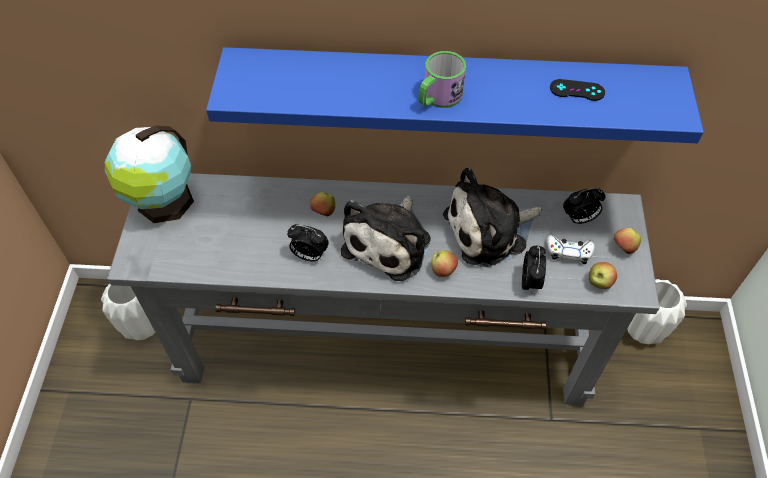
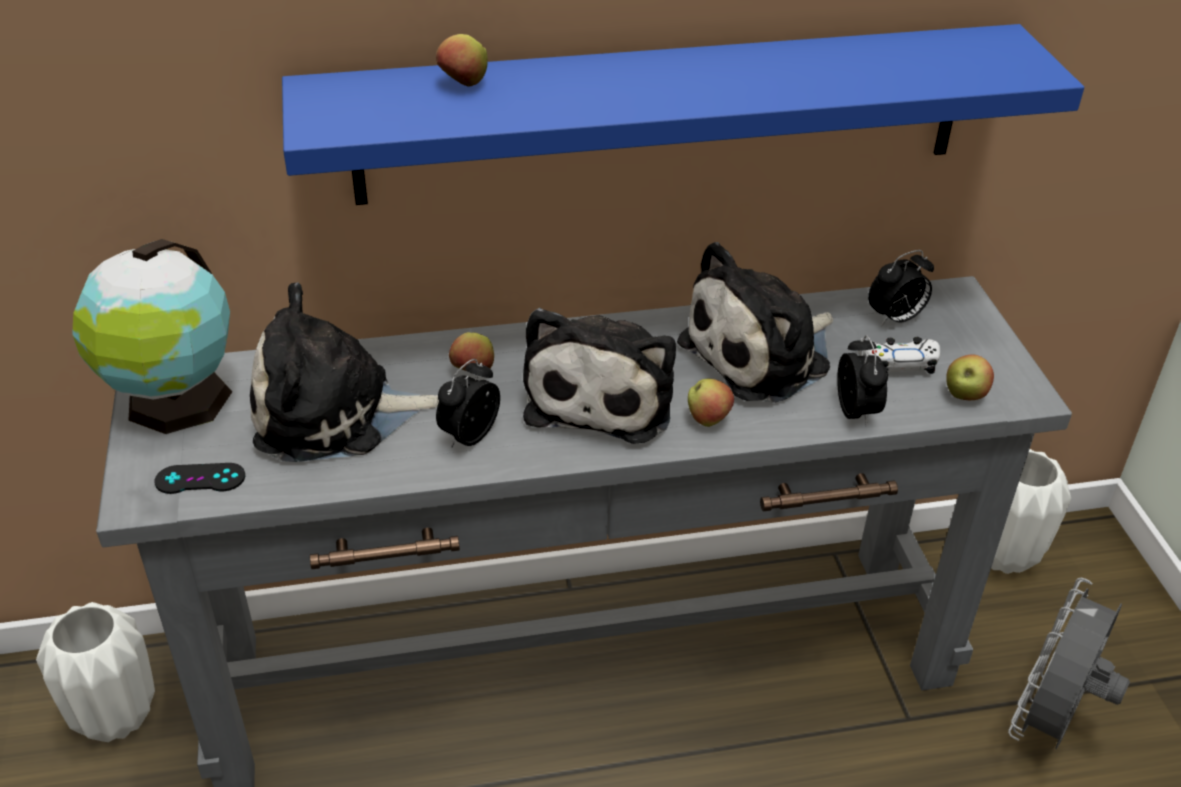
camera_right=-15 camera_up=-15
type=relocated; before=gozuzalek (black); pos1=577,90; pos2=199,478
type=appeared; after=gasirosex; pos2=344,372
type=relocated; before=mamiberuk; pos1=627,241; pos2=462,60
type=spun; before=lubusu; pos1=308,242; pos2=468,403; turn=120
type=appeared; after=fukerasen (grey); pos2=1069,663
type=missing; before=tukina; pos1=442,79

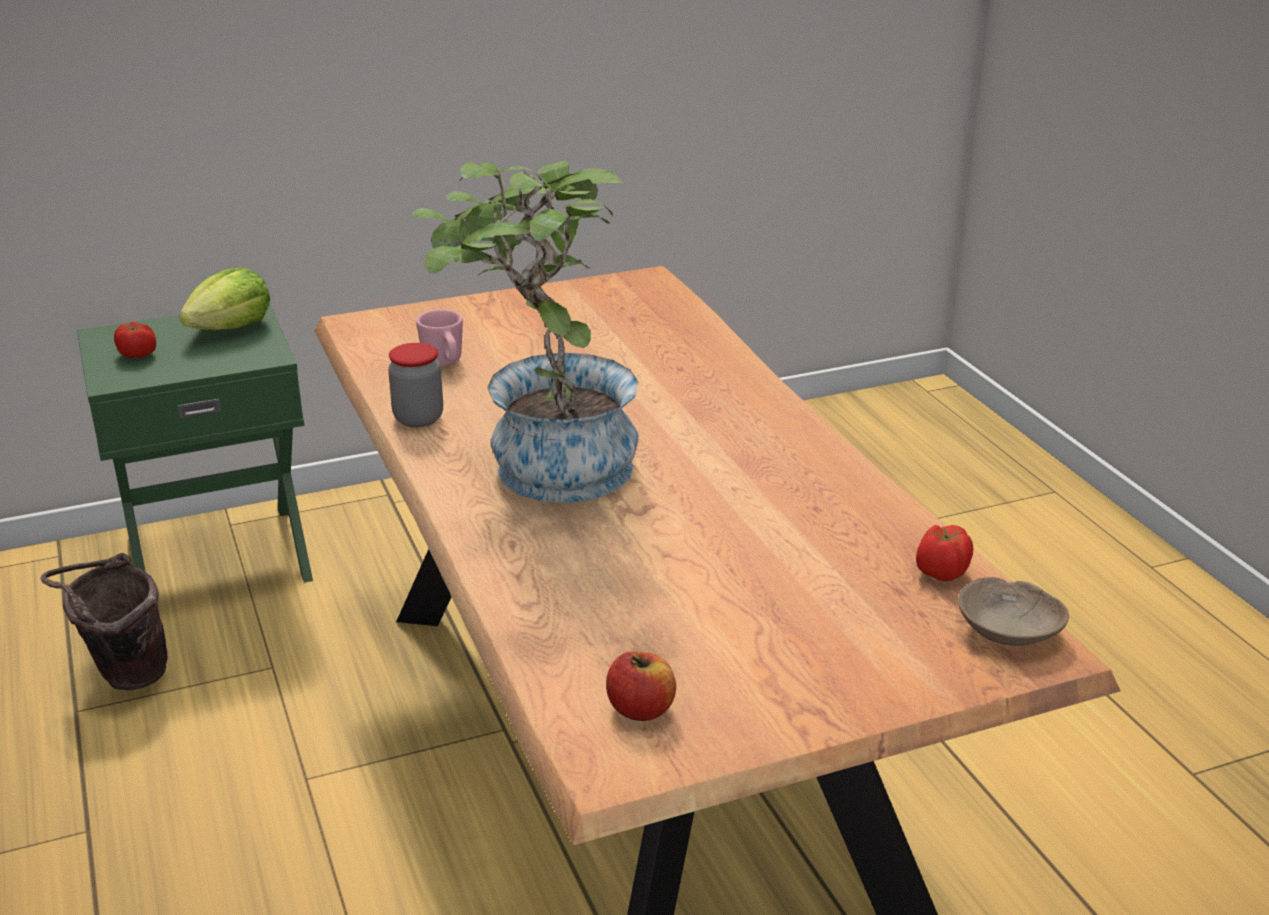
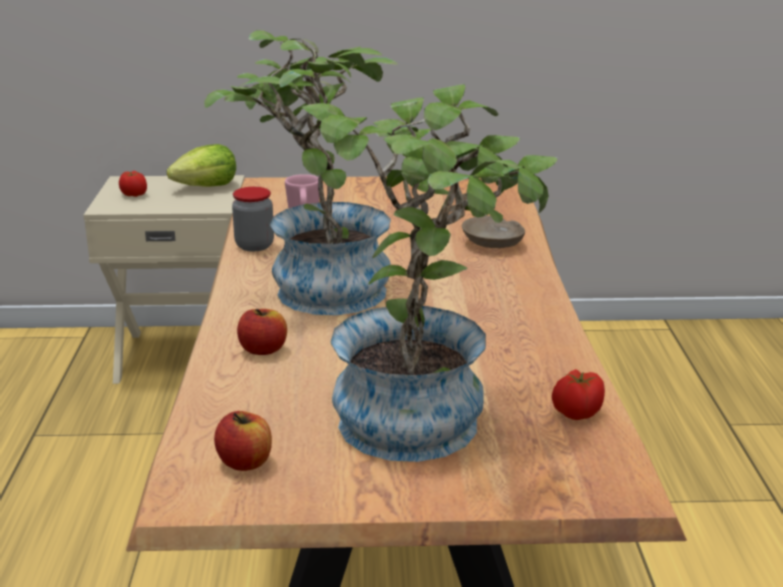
camera_right=20 camera_up=-5
type=colour; before=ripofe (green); after=ripofe (beige); pos1=195,443; pos2=164,279
type=appeared; after=mamiberuk; pos2=262,332
type=appeared; after=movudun; pos2=430,273
type=relocated; before=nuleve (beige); pos1=1013,611; pos2=493,232
type=missing; before=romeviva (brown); pos1=104,622

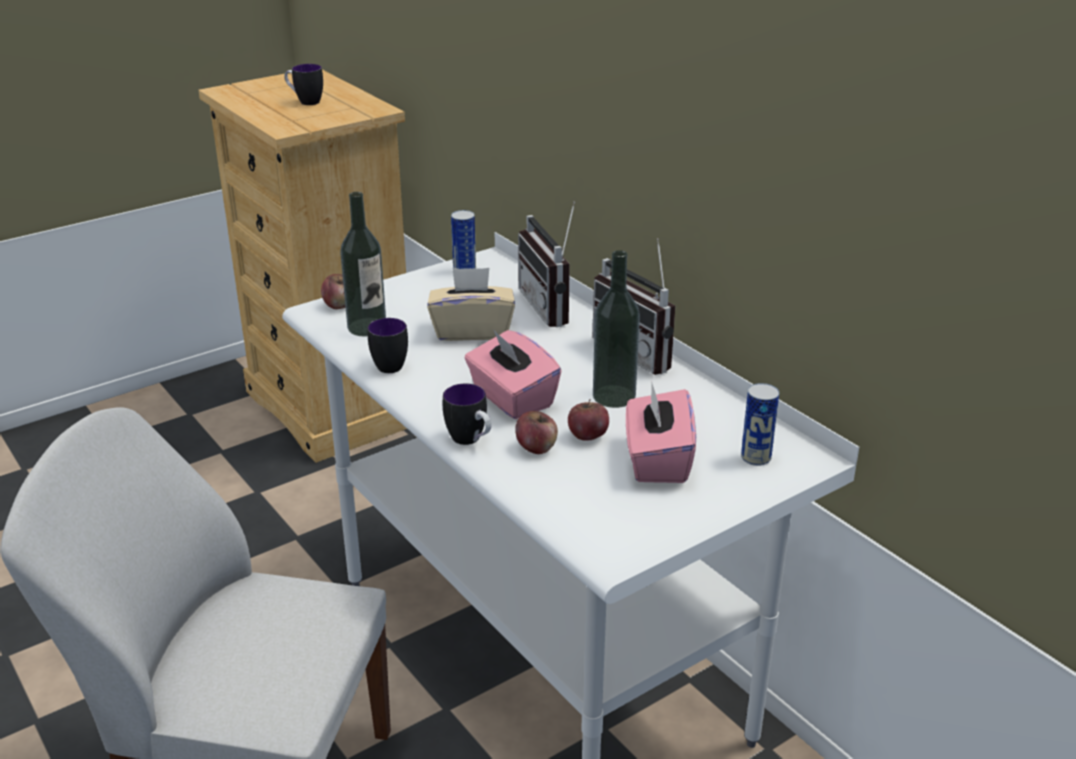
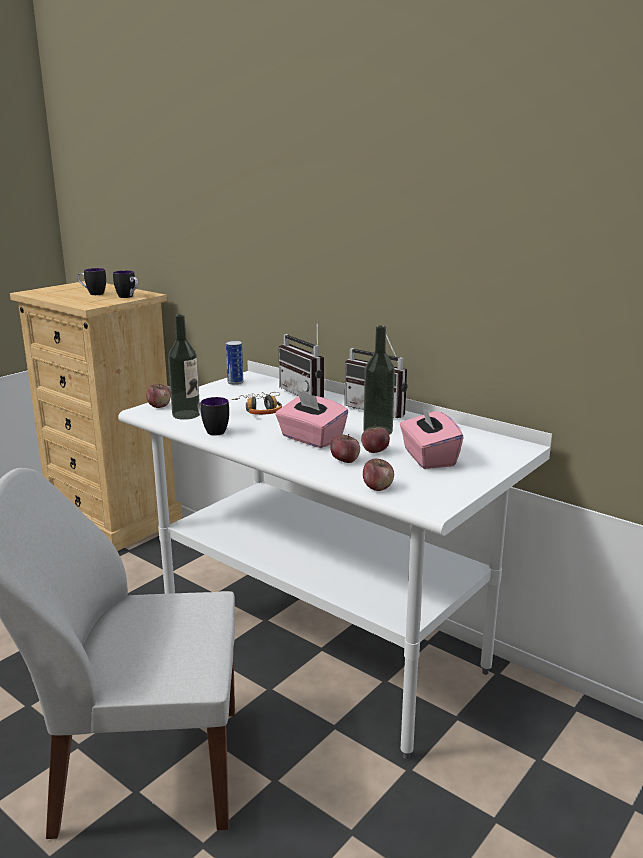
camera_right=-15 camera_up=-10
type=relocated; before=tukina; pos1=467,414; pos2=125,284
type=exchanged; before=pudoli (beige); after=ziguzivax; pos1=471,304; pos2=257,403
type=appeared; after=mamiberuk; pos2=378,475
type=missing; before=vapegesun; pos1=760,424

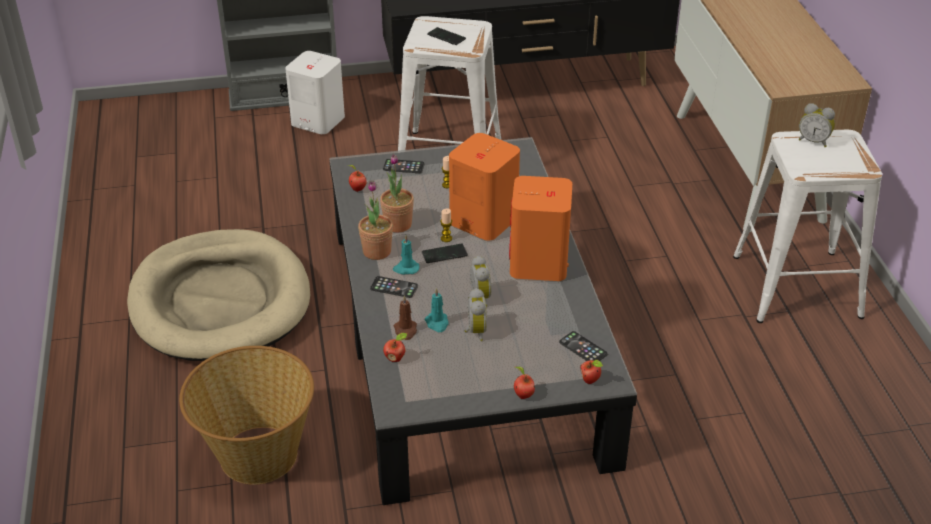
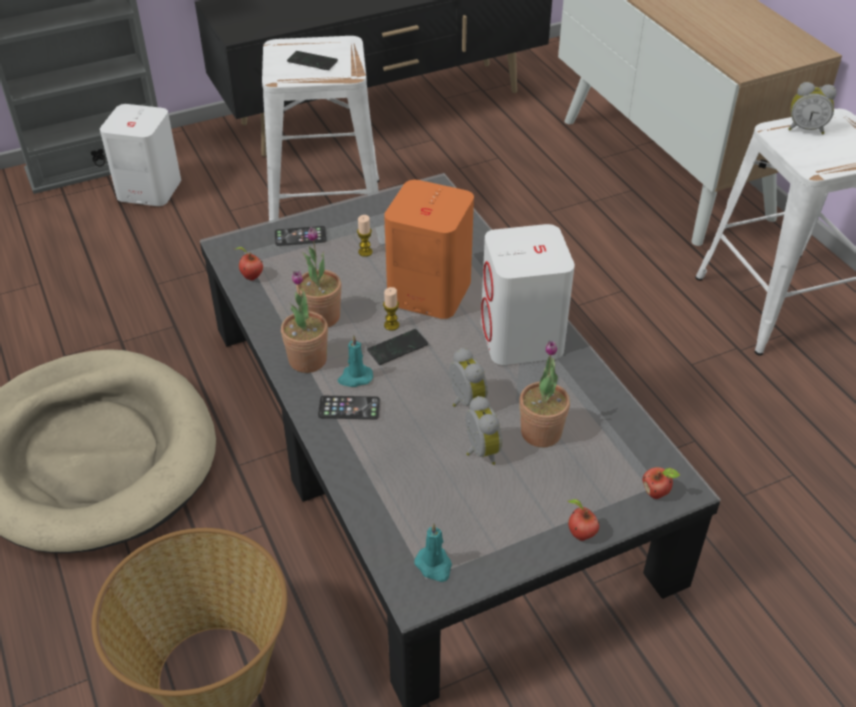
camera_right=-15 camera_up=5
type=relocated; before=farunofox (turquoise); pos1=437,310; pos2=433,552
type=colour; before=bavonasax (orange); after=bavonasax (white); pos1=540,228; pos2=528,294
type=appeared; after=movudun; pos2=544,394
type=missing; before=mamiberuk; pos1=395,347
type=missing; before=farunofox (brown); pos1=405,317
type=missing; before=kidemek; pos1=583,346

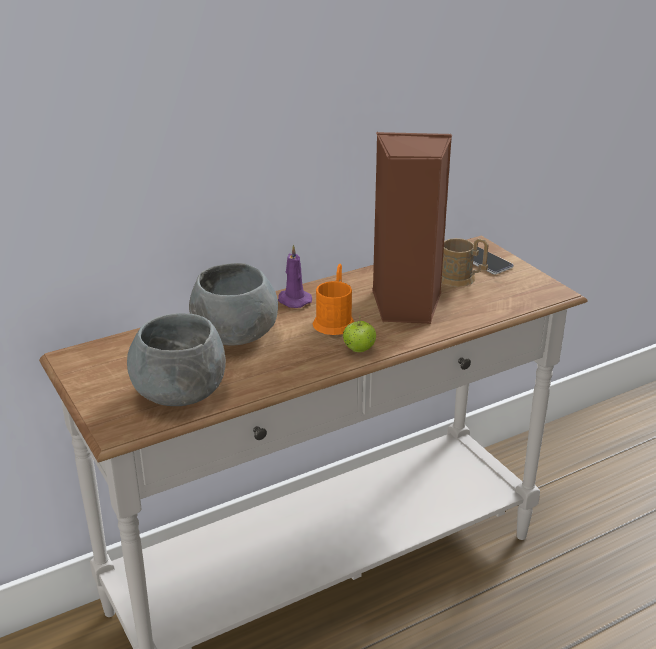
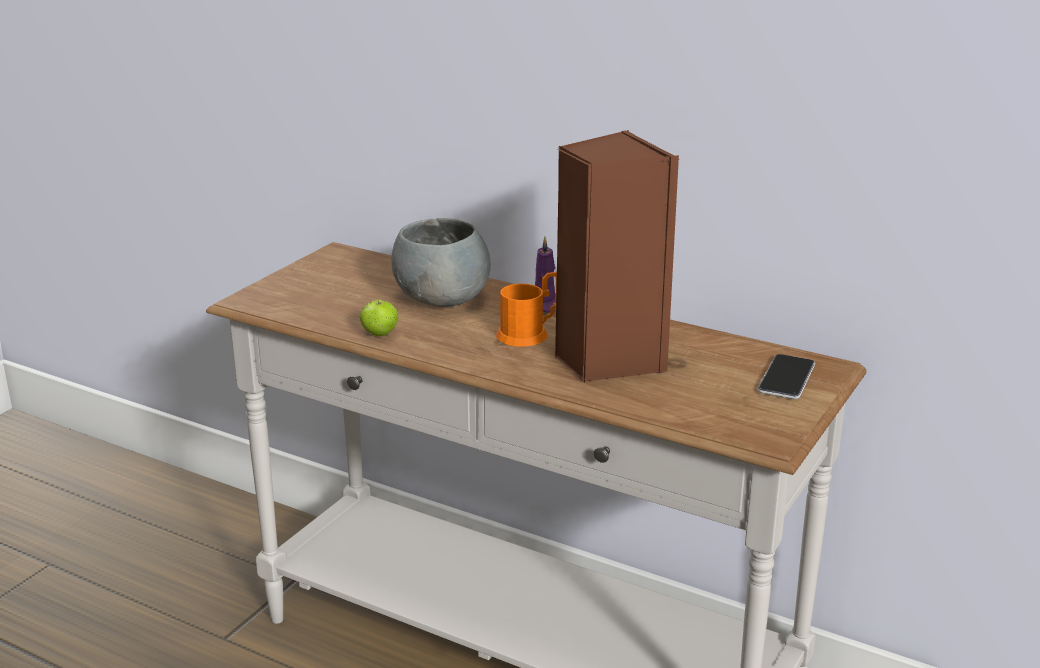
camera_right=60 camera_up=-5
type=relocated; before=mamiberuk; pos1=359,336; pos2=379,315
type=missing; before=nuleve (grey); pos1=176,359
type=missing; before=tukina (brown); pos1=465,262

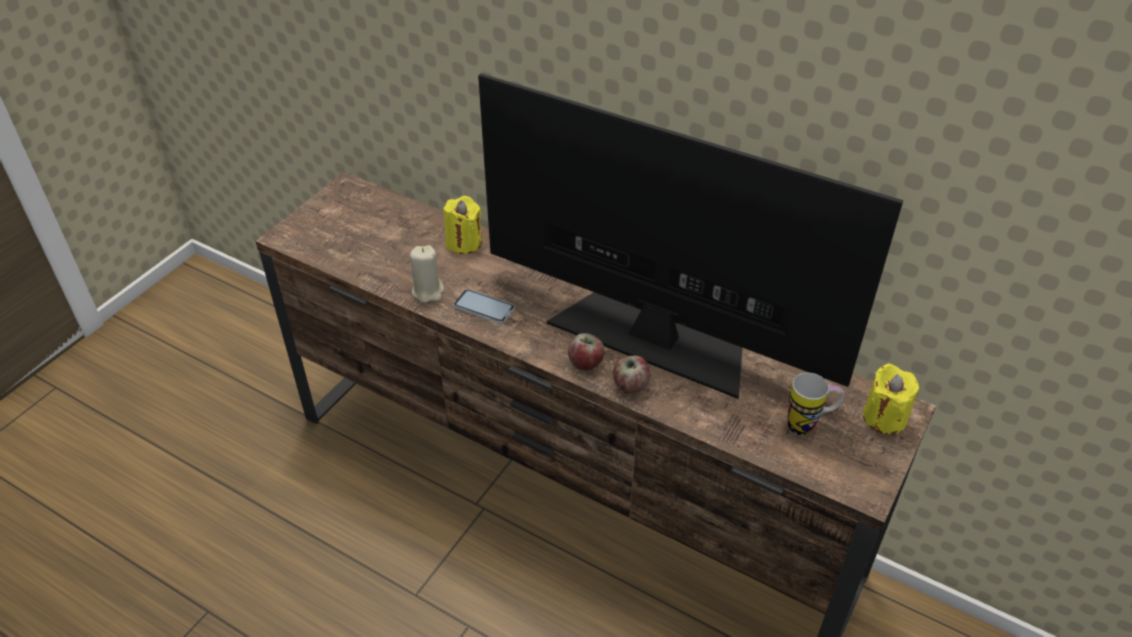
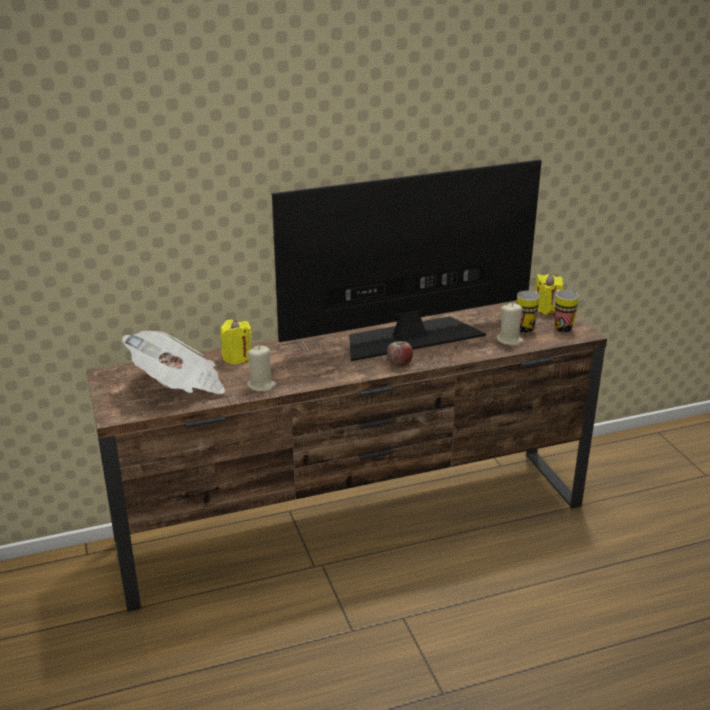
camera_right=-50 camera_up=-15
type=appeared; after=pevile; pos2=174,362
type=appeared; after=farunofox (beige); pos2=510,324
type=appeared; after=tukina; pos2=566,311
type=missing; before=kidemek; pos1=484,306
type=missing; before=mamiberuk; pos1=631,374

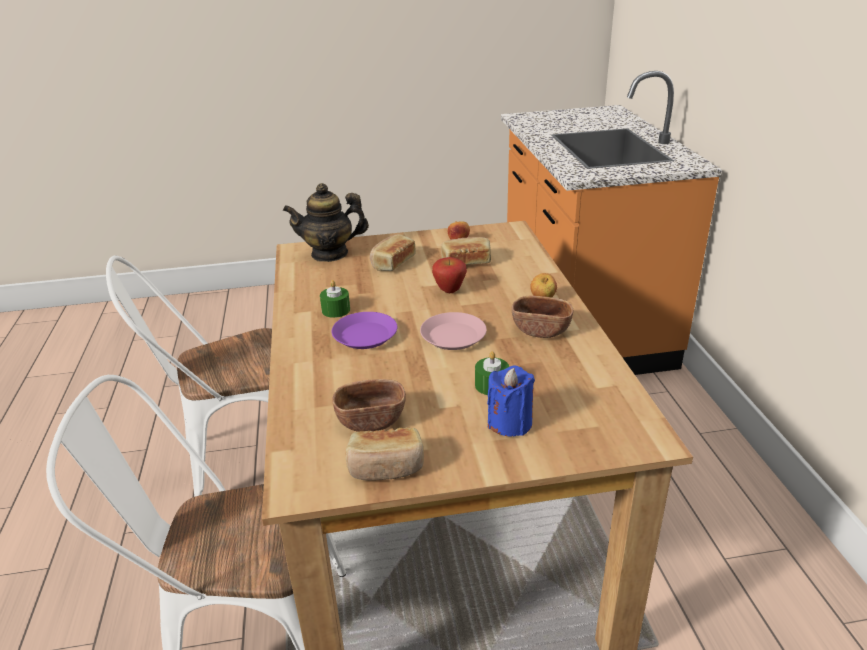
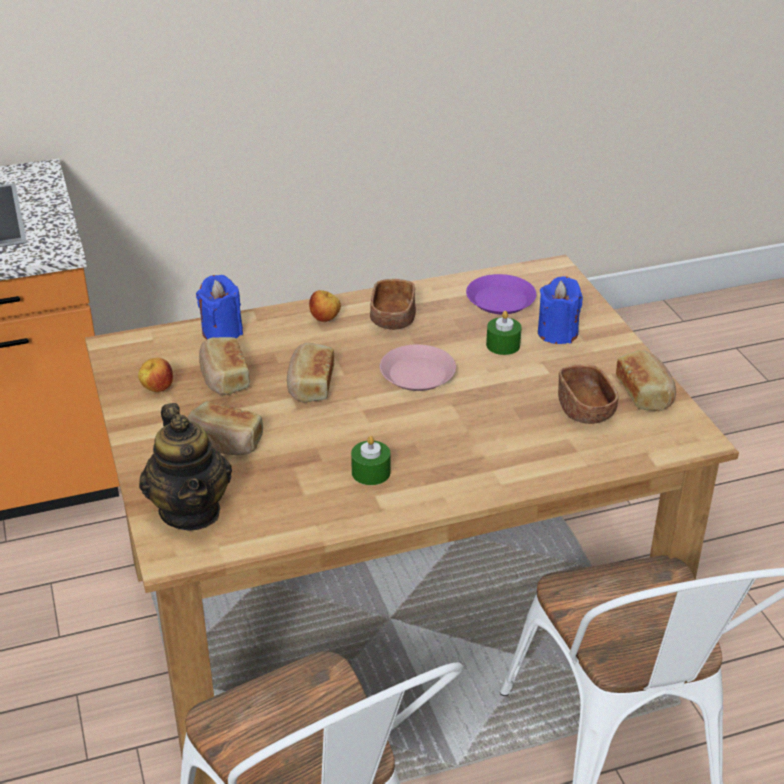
camera_right=-100 camera_up=5
type=appeared; after=farunofox (blue); pos2=219,307
type=exchanged; before=mamiberuk; after=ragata; pos1=449,275; pos2=310,373
type=relocated; before=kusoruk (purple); pos1=364,330; pos2=501,294

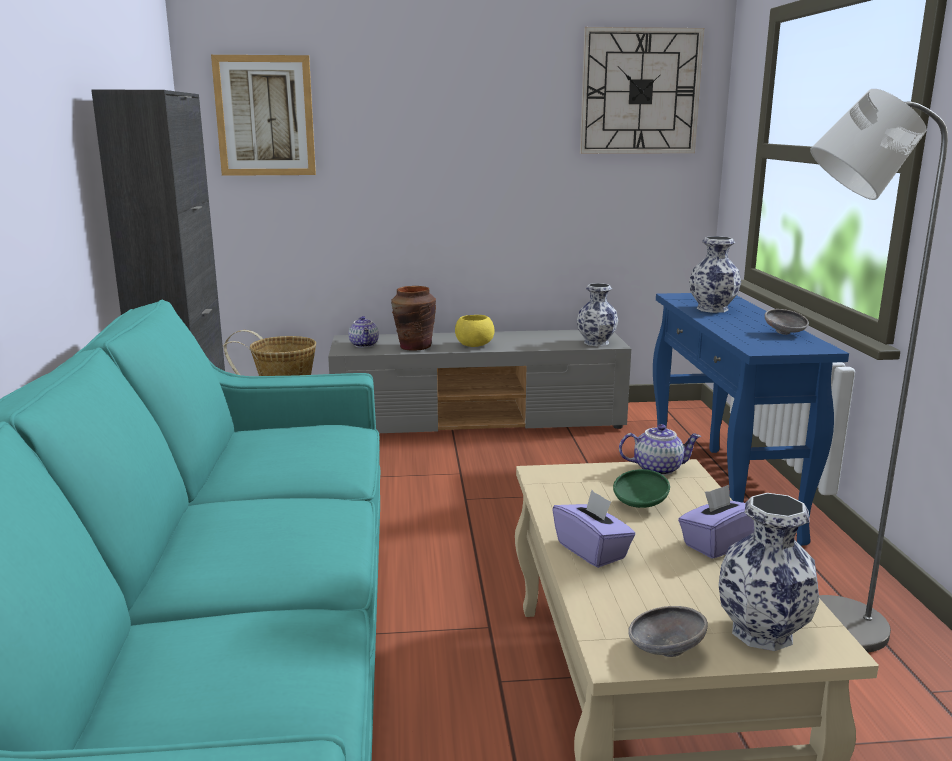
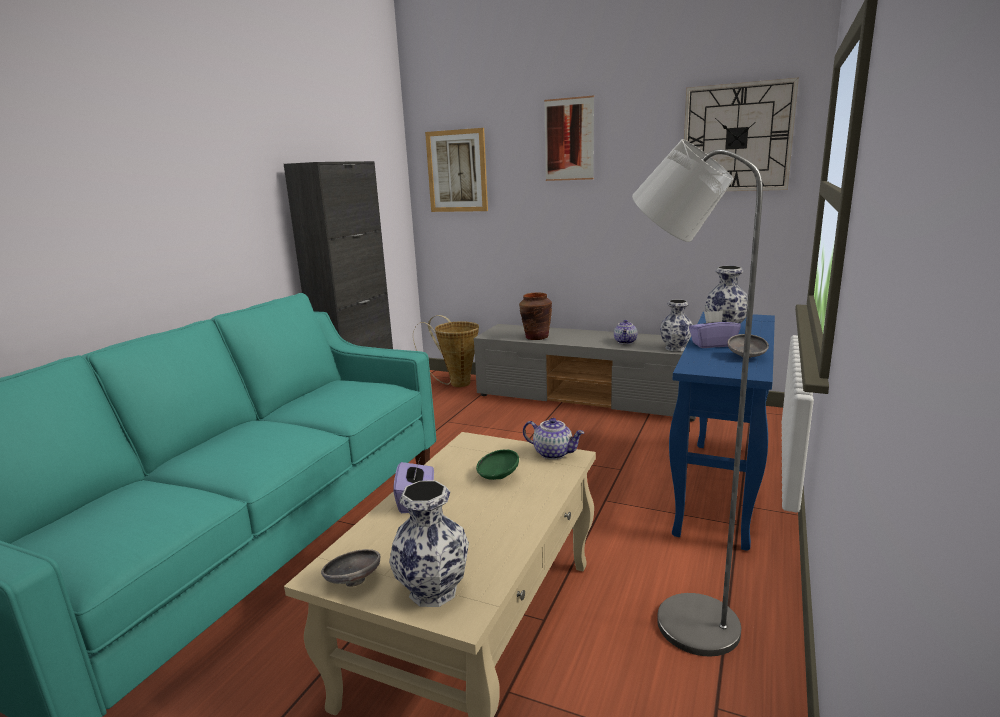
camera_right=30 camera_up=0
type=appeared; after=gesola; pos2=569,138
type=relocated; before=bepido; pos1=364,332; pos2=625,332
type=relocated; before=pudoli (purple); pos1=716,522; pos2=715,329
type=missing; before=nuleve (yellow); pos1=474,331

